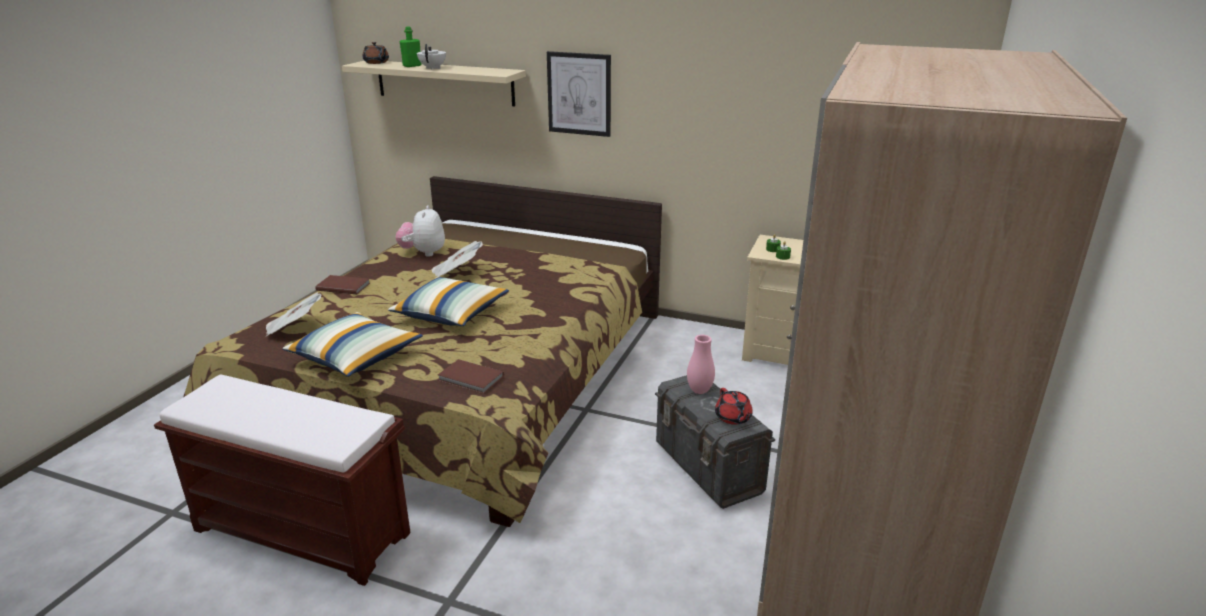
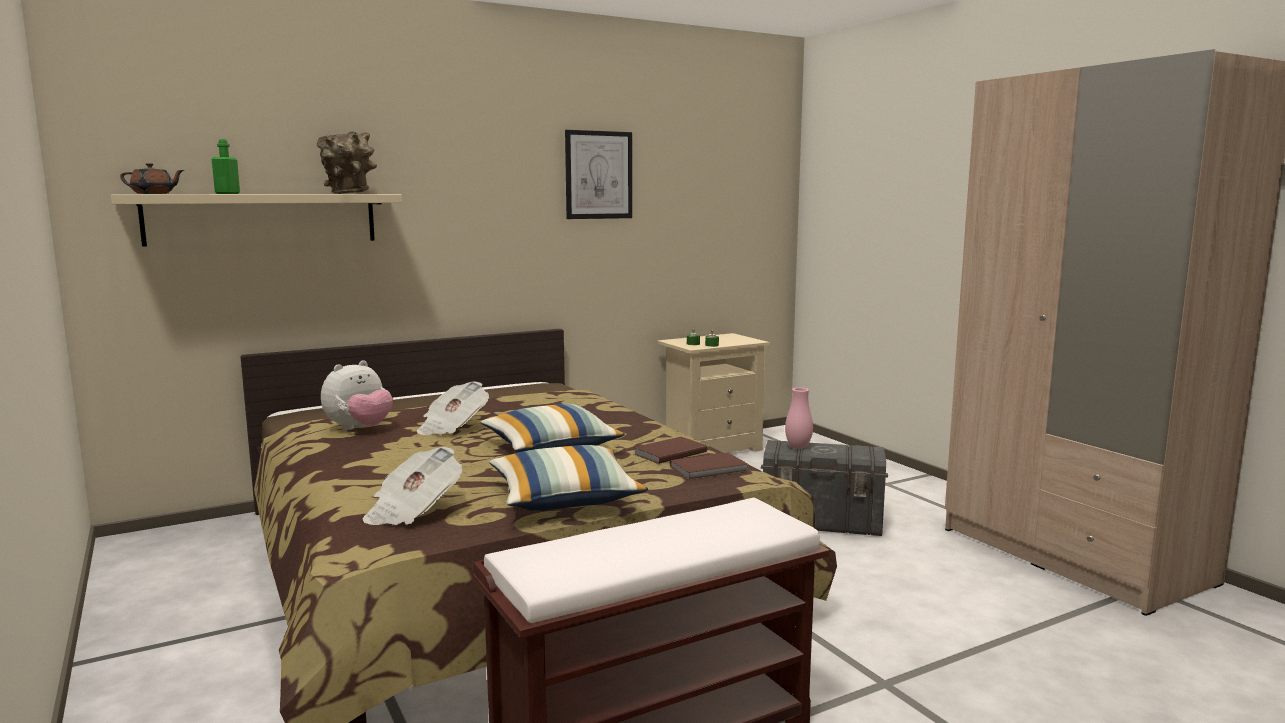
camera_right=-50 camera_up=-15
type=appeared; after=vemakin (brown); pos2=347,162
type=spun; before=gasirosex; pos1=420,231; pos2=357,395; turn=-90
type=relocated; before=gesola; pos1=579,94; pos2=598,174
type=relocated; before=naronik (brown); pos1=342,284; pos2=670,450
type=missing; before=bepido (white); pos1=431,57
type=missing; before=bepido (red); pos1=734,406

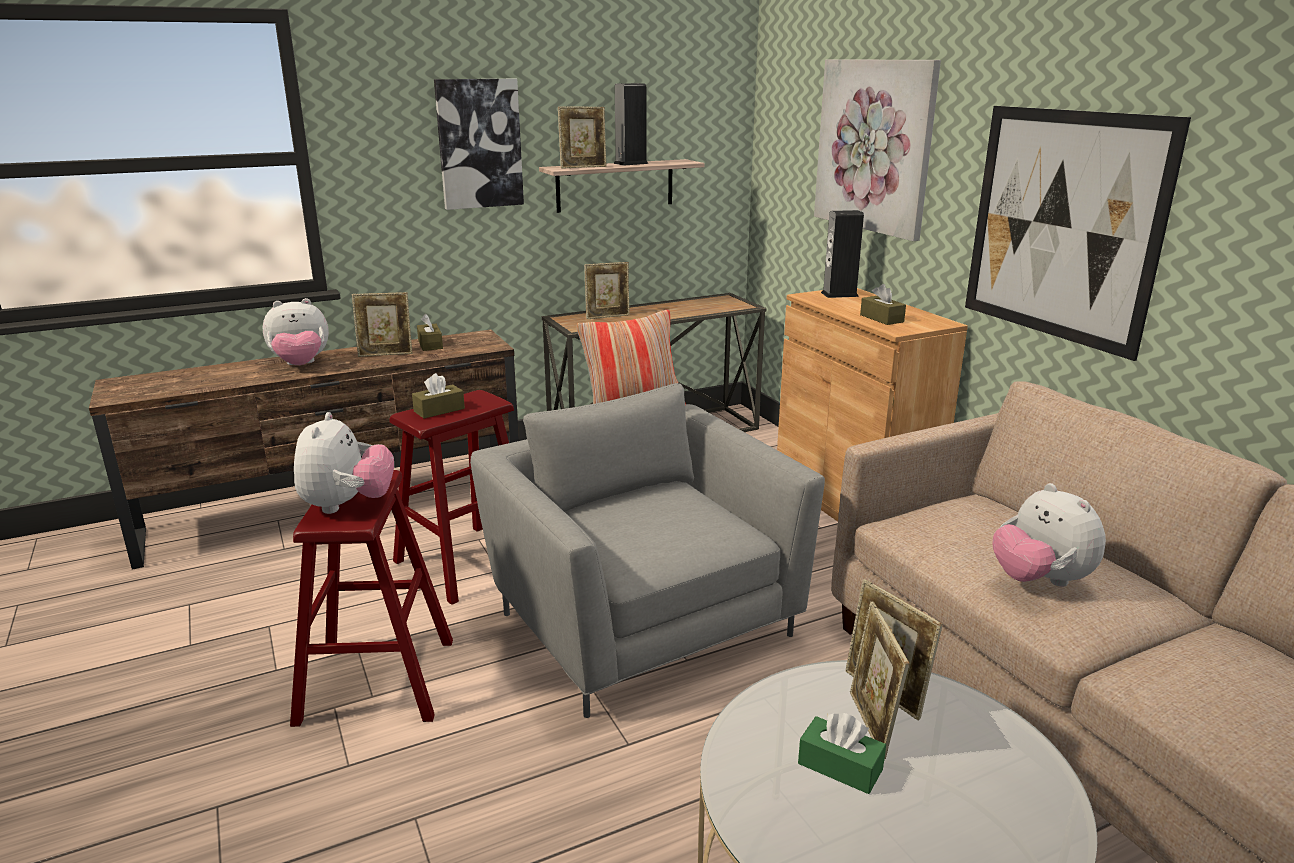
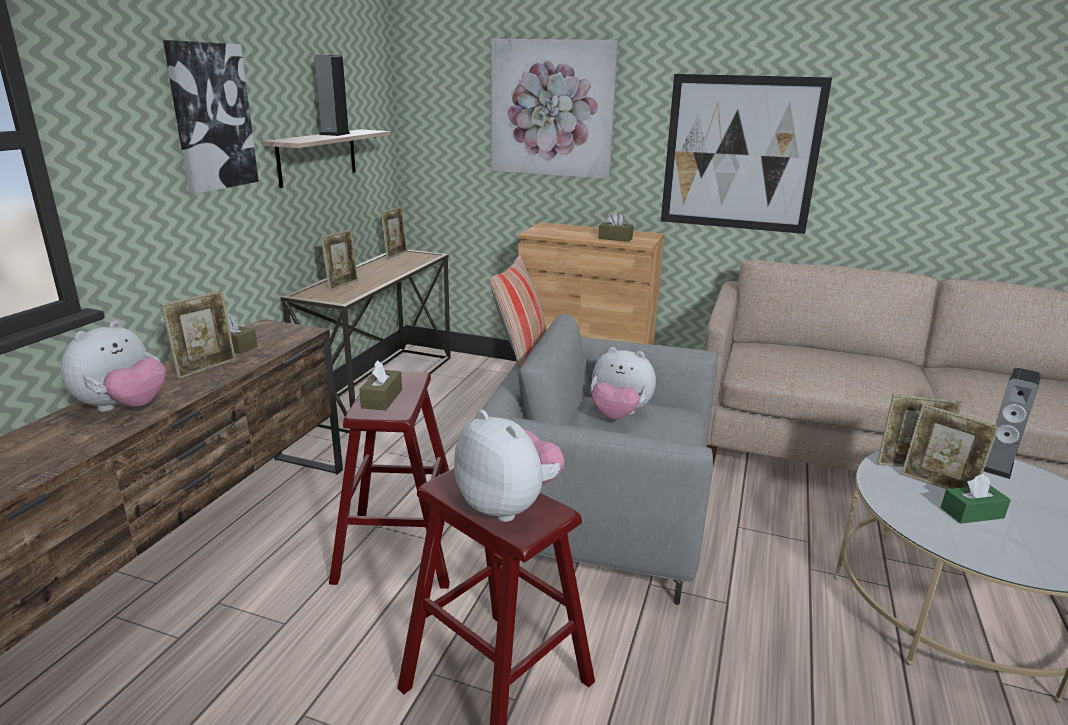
camera_right=-45 camera_up=0
type=relocated; before=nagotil; pos1=582,137; pos2=394,233
type=relocated; before=gasirosex; pos1=1049,535; pos2=623,383
type=relocated; before=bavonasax; pos1=842,254; pos2=1012,423

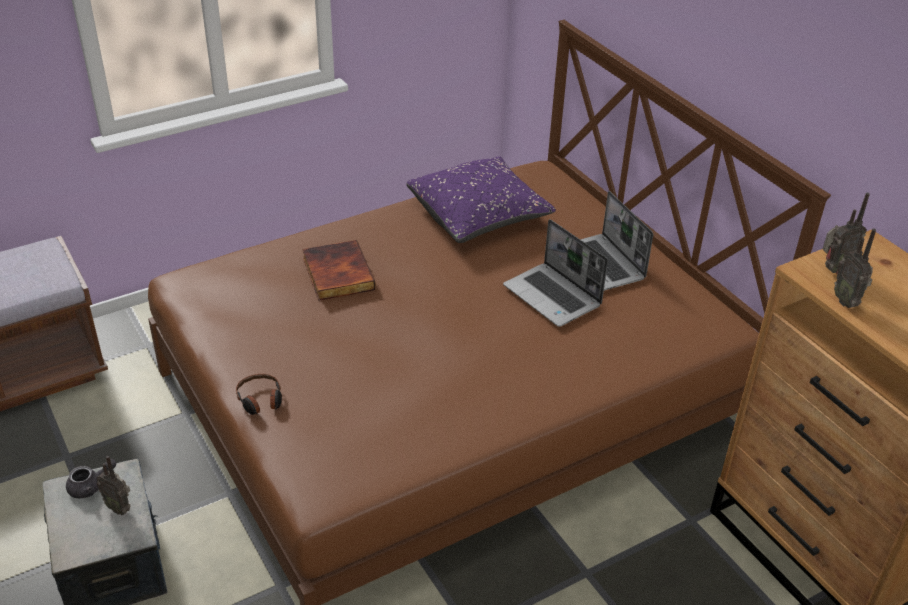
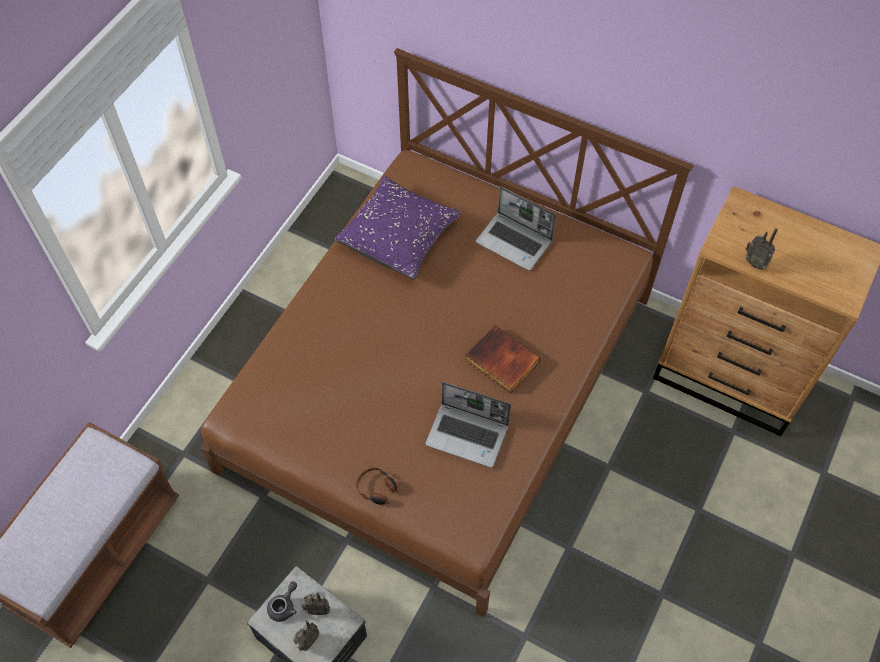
camera_right=-30 camera_up=20
type=relocated; before=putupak; pos1=846,233; pos2=306,636
type=relocated; before=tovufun; pos1=555,273; pos2=468,425
type=relocated; before=naronik; pos1=338,270; pos2=503,359

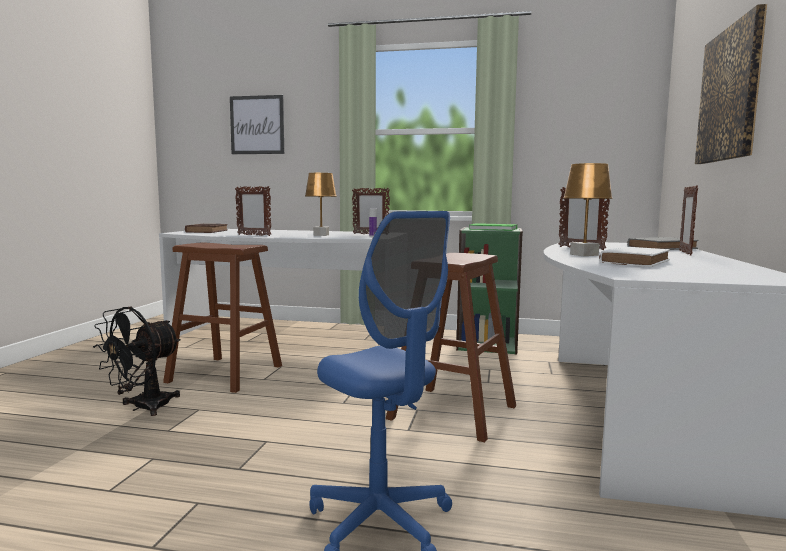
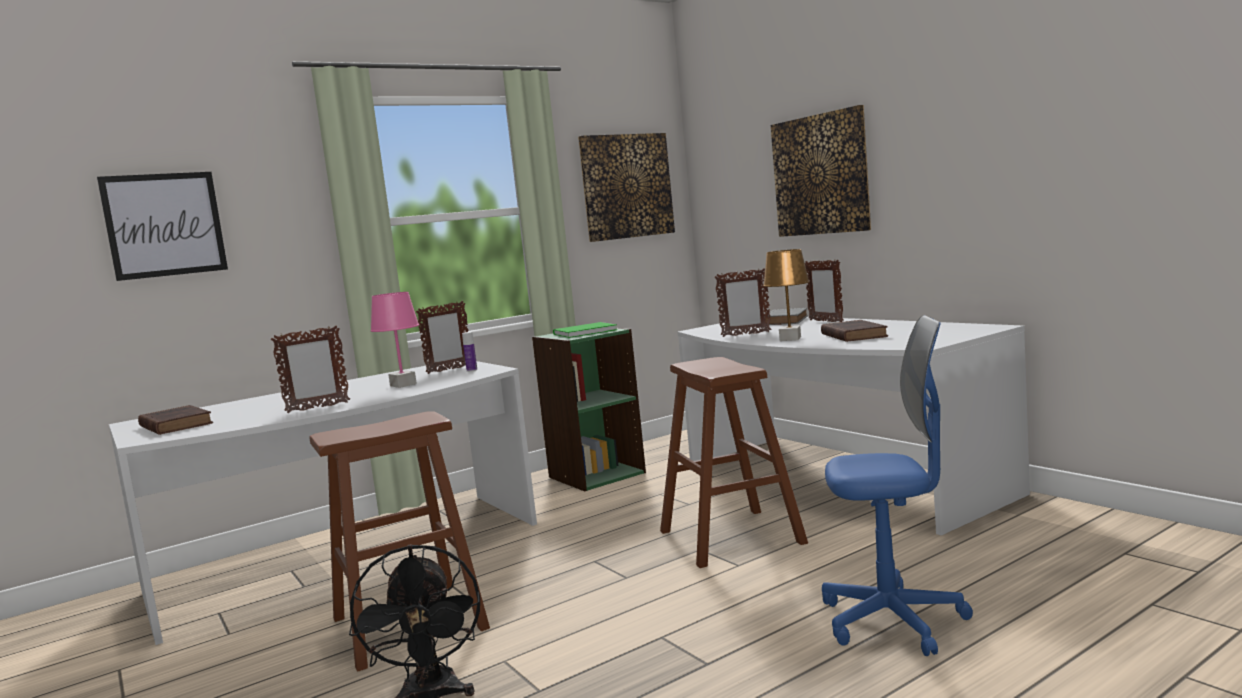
camera_right=-45 camera_up=0
type=colour; before=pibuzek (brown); after=pibuzek (pink); pos1=321,204; pos2=394,340
type=appeared; after=gesola; pos2=626,187
type=colour; before=naronik (white); after=naronik (brown); pos1=634,256; pos2=854,331

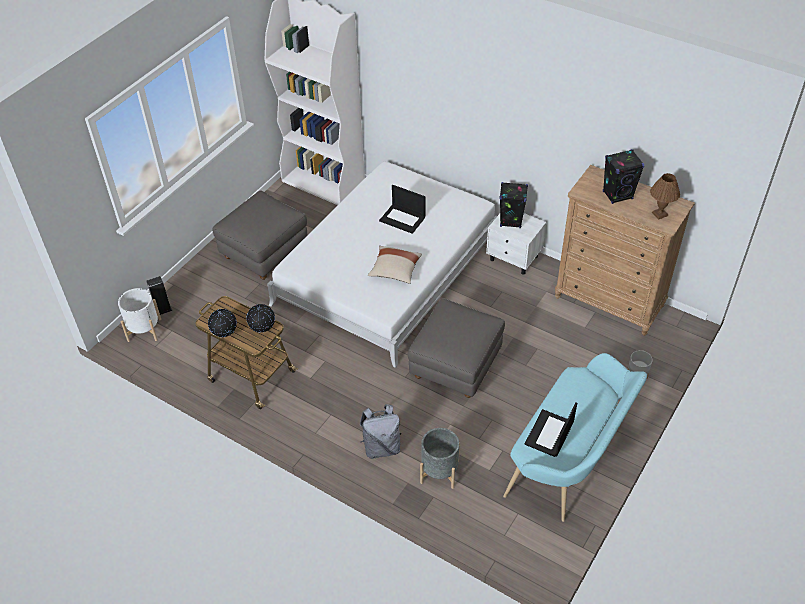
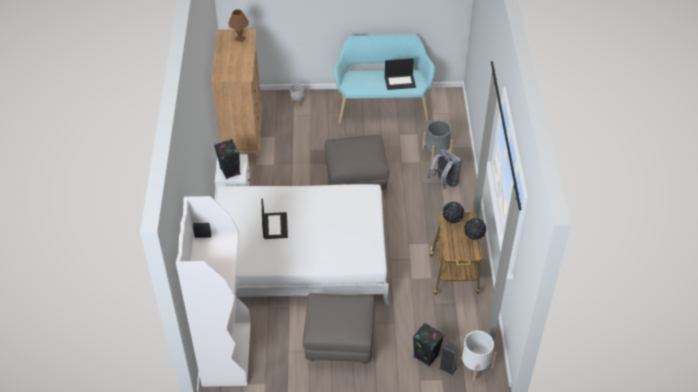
camera_right=-125 camera_up=0
type=relocated; before=bavonasax (black); pos1=623,176; pos2=428,345
type=missing; before=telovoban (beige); pos1=395,265

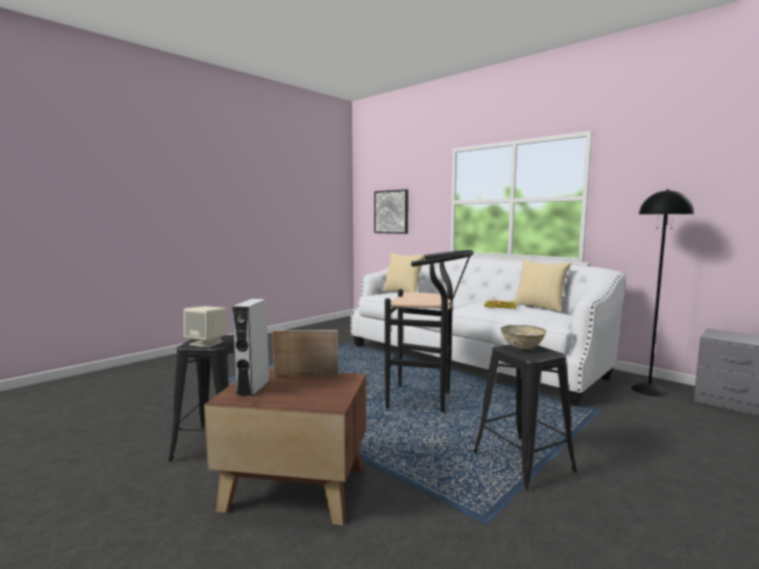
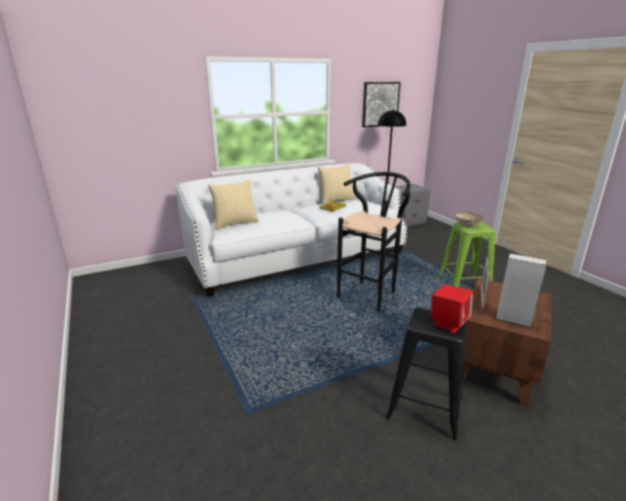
camera_right=-70 camera_up=15
type=relocated; before=gesola; pos1=391,211; pos2=381,104
type=colour; before=bavonasax (beige); after=bavonasax (red); pos1=205,327; pos2=452,309
type=colour; before=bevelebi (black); after=bevelebi (green); pos1=525,418; pos2=466,254

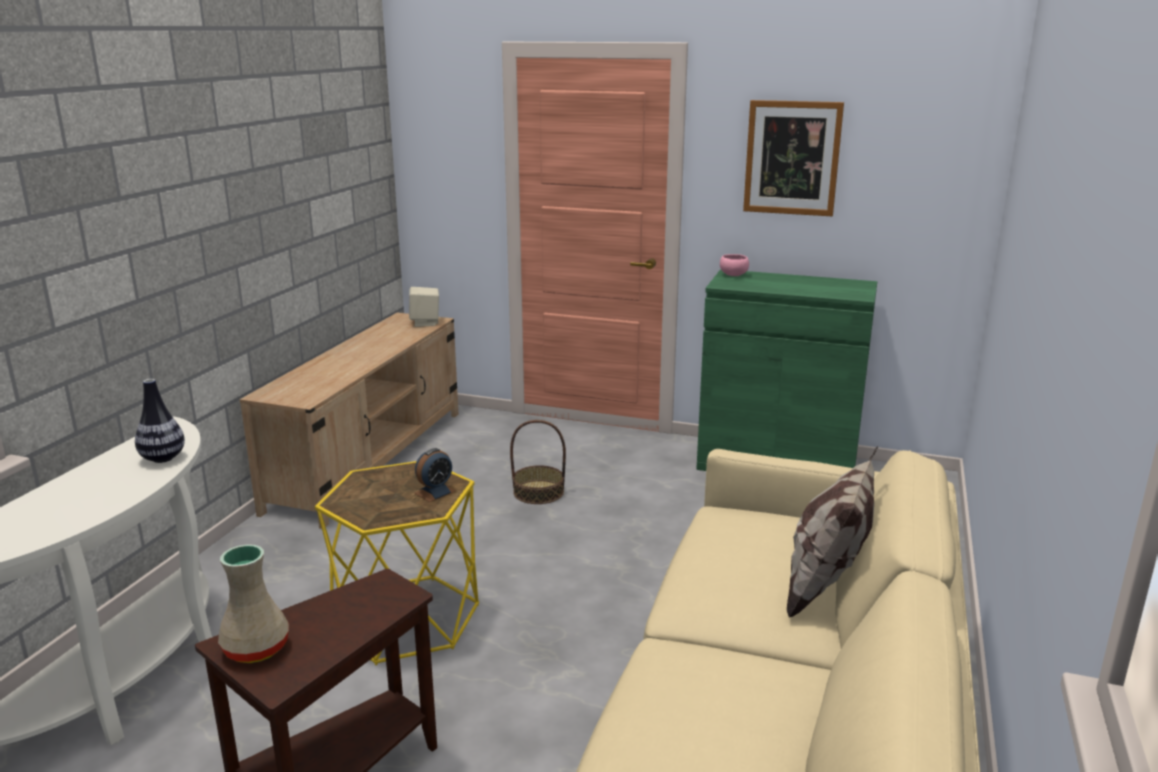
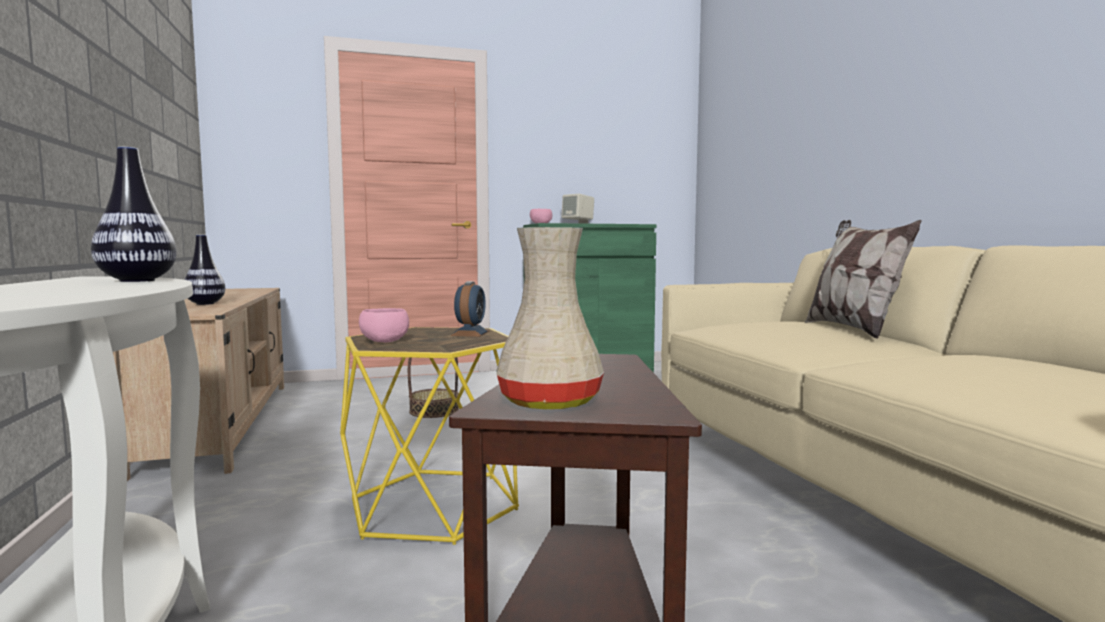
camera_right=-35 camera_up=-15
type=appeared; after=vemakin; pos2=204,270
type=appeared; after=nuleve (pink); pos2=384,325
type=relocated; before=bavonasax (beige); pos1=424,307; pos2=577,209
type=missing; before=gesola; pos1=793,158

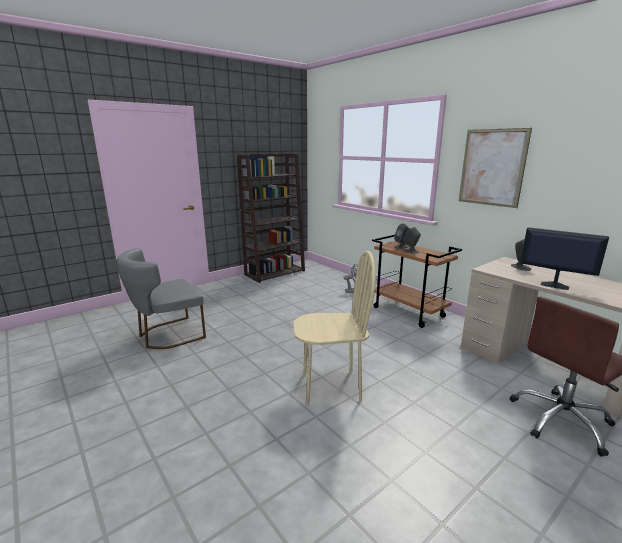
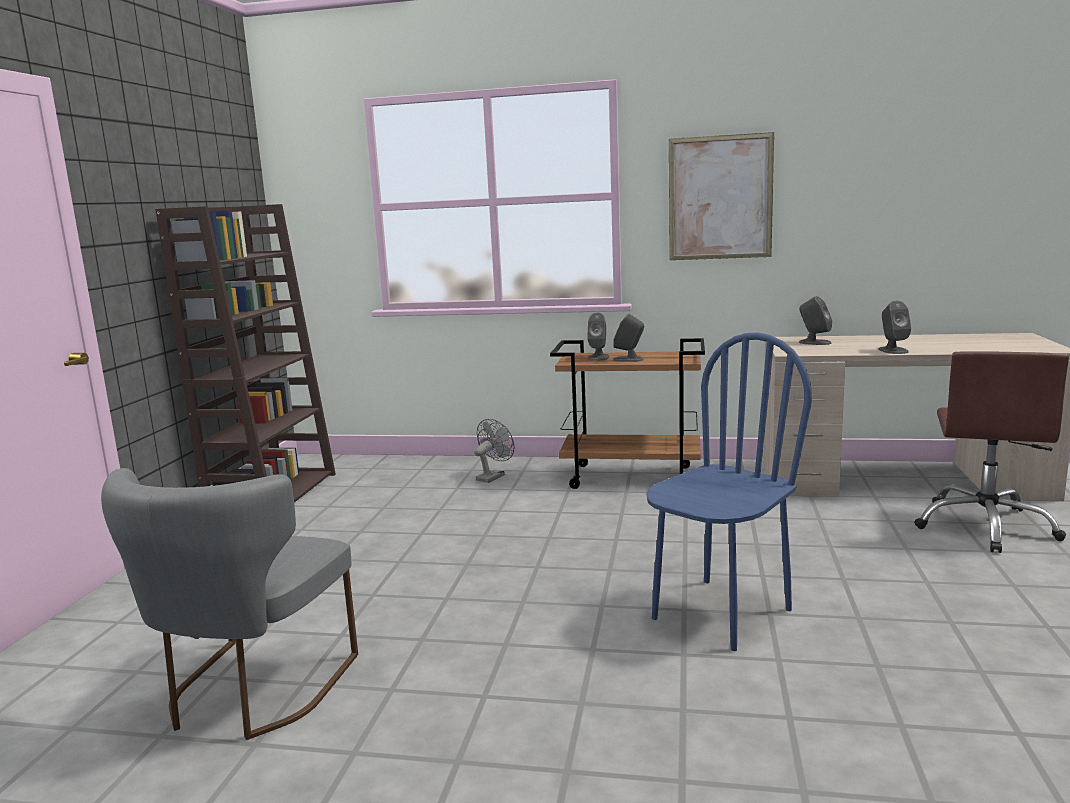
camera_right=-40 camera_up=-5
type=colour; before=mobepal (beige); after=mobepal (blue); pos1=334,327; pos2=729,491
type=exchanged; before=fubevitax; after=bavonasax (grey); pos1=564,258; pos2=894,327

